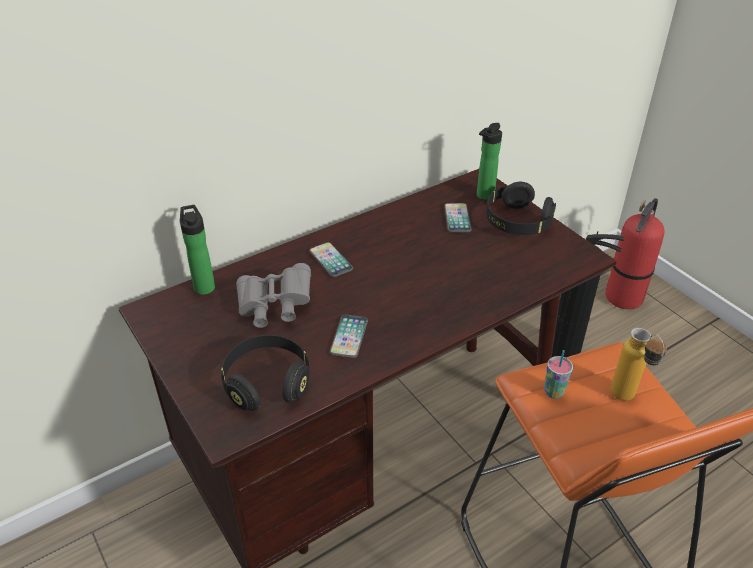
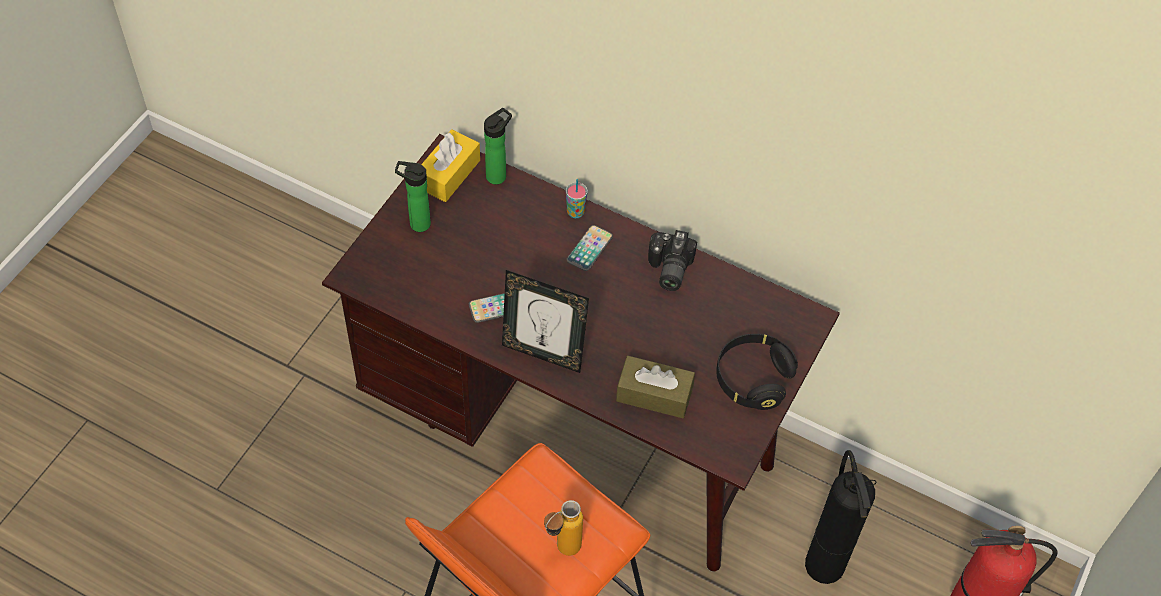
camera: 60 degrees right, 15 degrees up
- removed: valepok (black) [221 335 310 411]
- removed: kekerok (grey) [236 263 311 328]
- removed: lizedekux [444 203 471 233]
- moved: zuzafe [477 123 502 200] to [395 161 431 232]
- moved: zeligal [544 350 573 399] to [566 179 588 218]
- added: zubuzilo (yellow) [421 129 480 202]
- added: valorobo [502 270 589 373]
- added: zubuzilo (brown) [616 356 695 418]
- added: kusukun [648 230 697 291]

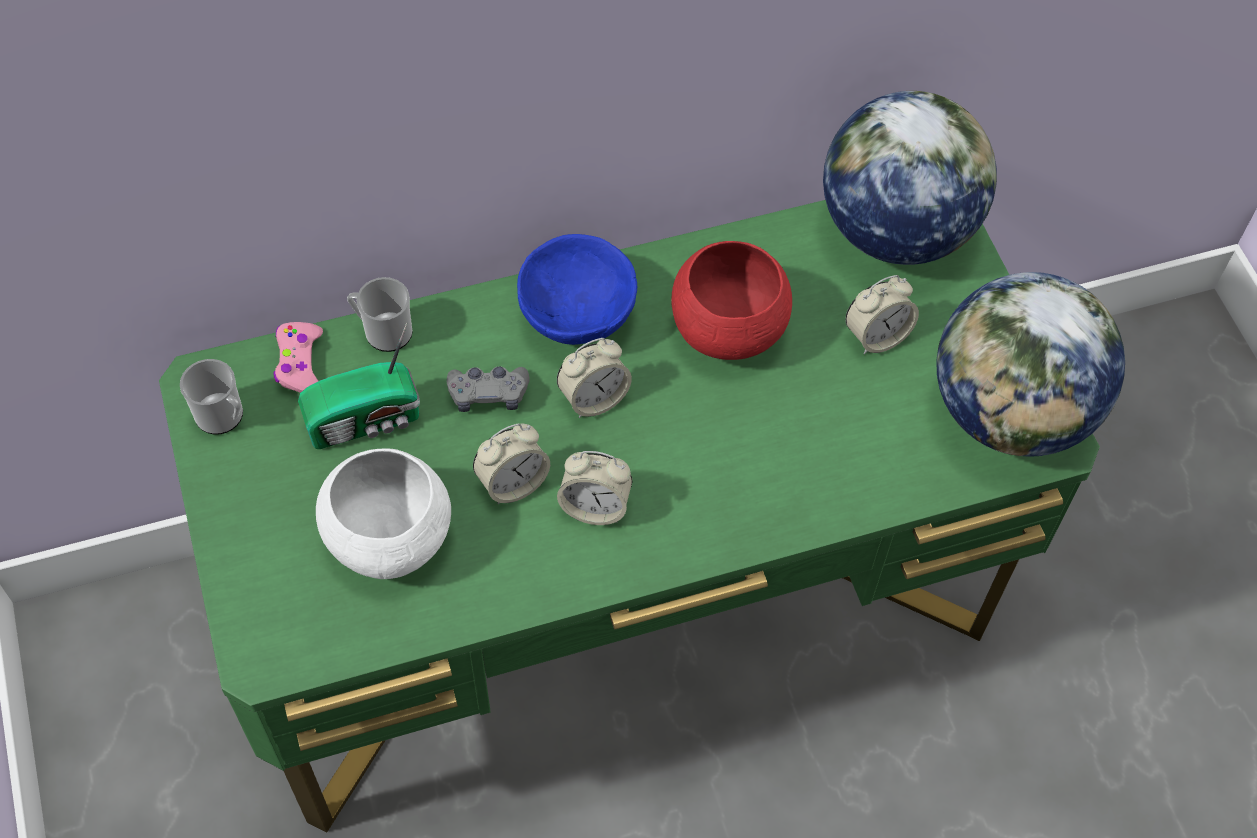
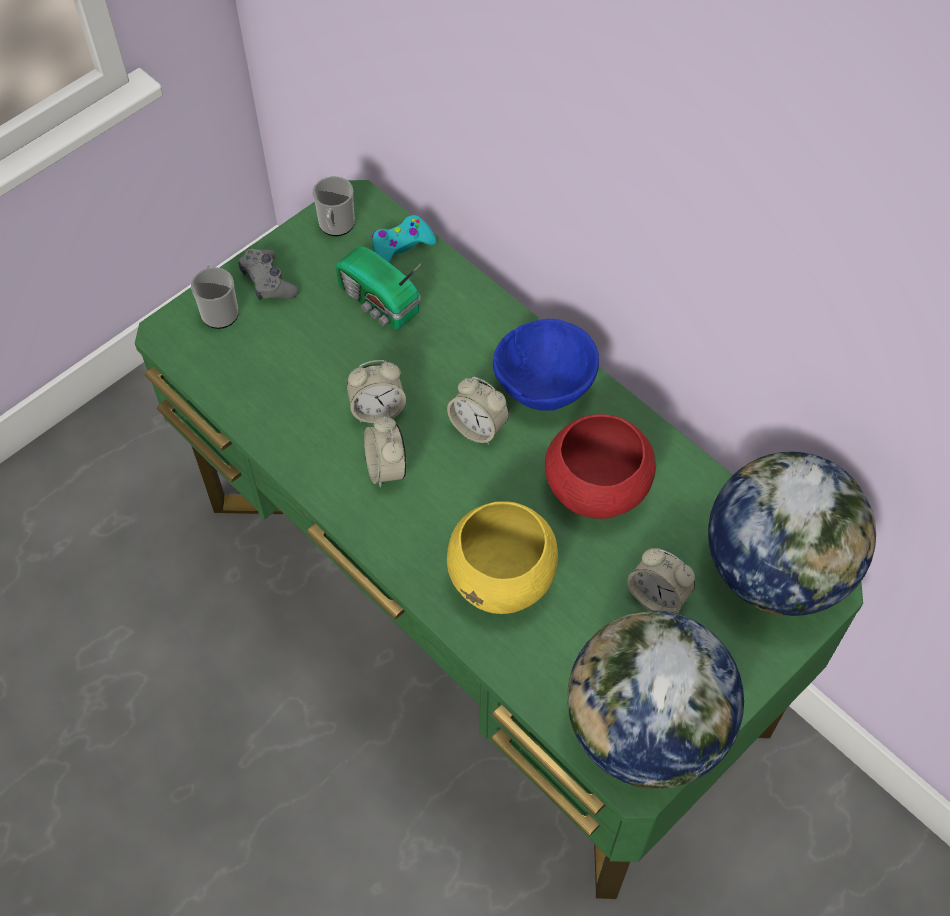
camera: 65 degrees right, 0 degrees up
- recoloured: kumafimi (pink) [274 322 323 393] to kumafimi (turquoise) [372 215 436 263]
- removed: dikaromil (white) [316 449 451 579]
- moved: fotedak [347 277 413 352] to [191 264 239 329]
- moved: kumafimi (grey) [447 366 529 412] to [238 249 299 300]
- turned: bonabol [473 424 550 504] = [347 360 406 423] 45 degrees counterclockwise
- added: dikaromil (yellow) [447 501 558 614]

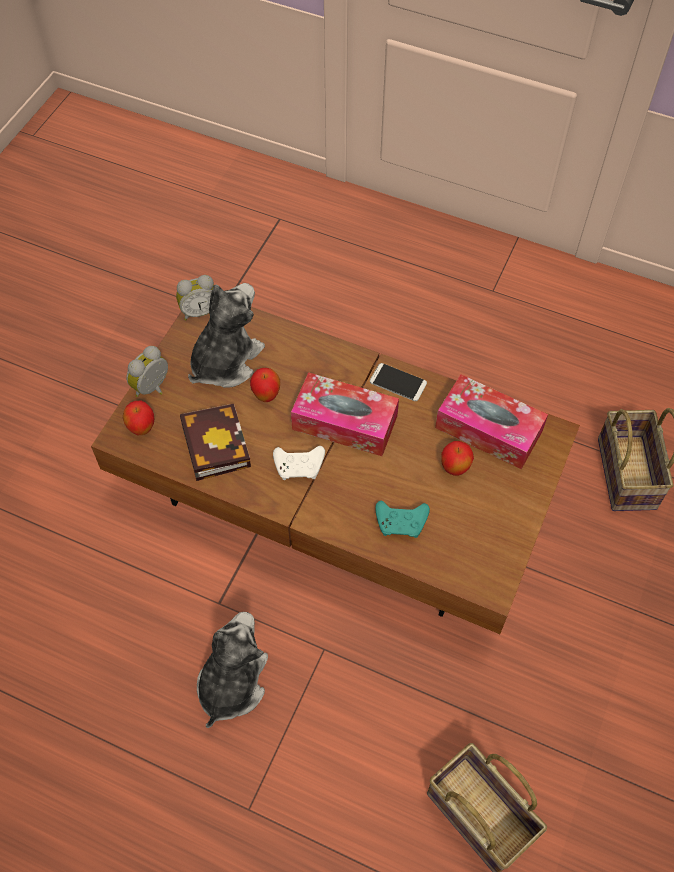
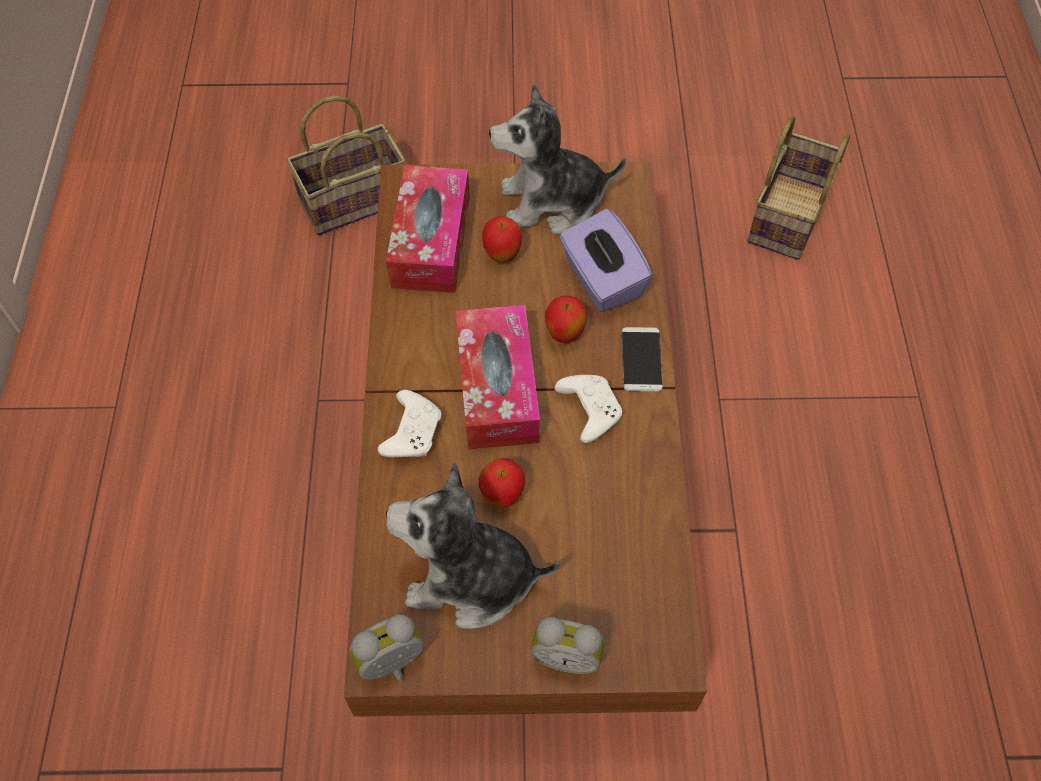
camera: 115 degrees left, 0 degrees up
- moved: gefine [123 401 154 435] to [545 296 587 343]
- turned: bonabol [176 275 214 321] = [349 614 424 683] 75 degrees counterclockwise
- removed: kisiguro [180 404 251 481]
- moved: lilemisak [197 612 268 728] to [489 84 626 235]
- moved: lizedekux [370 363 427 401] to [622 327 663 392]
- replaced: kumafimi (turquoise) [375 501 430 538] to zubuzilo (purple) [560 208 653 312]
- added: kumafimi (white) [378 390 441 458]

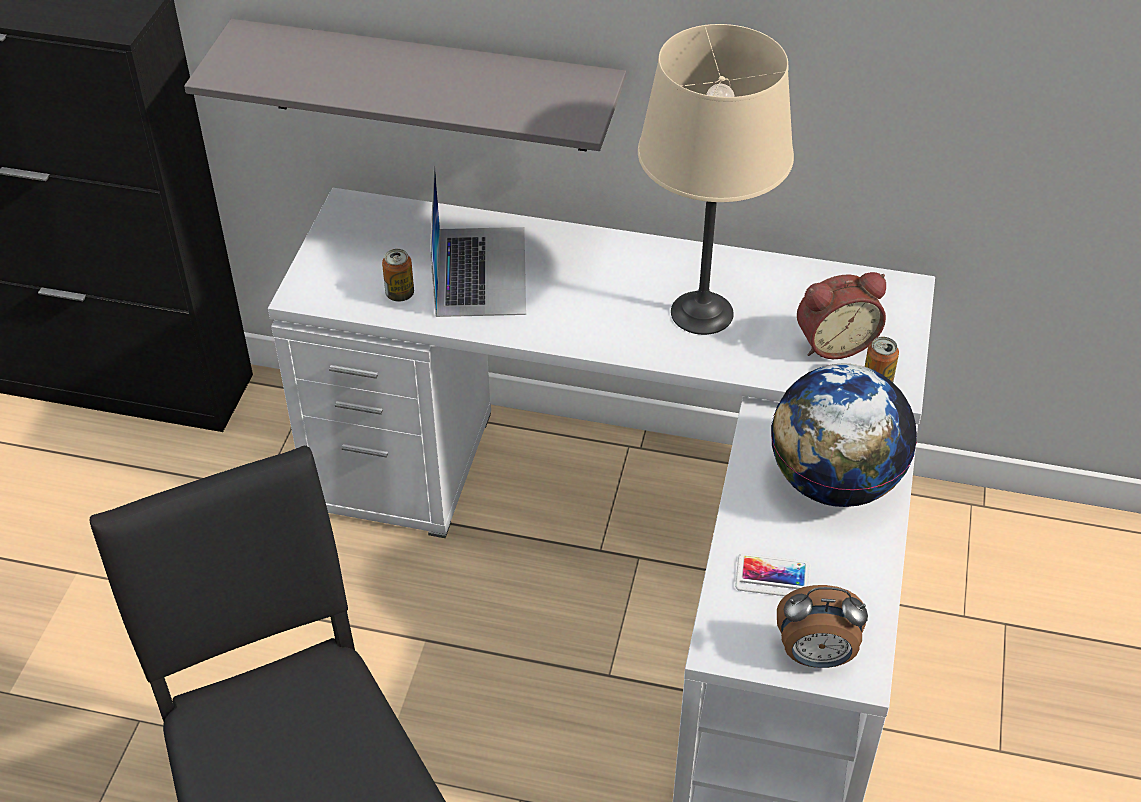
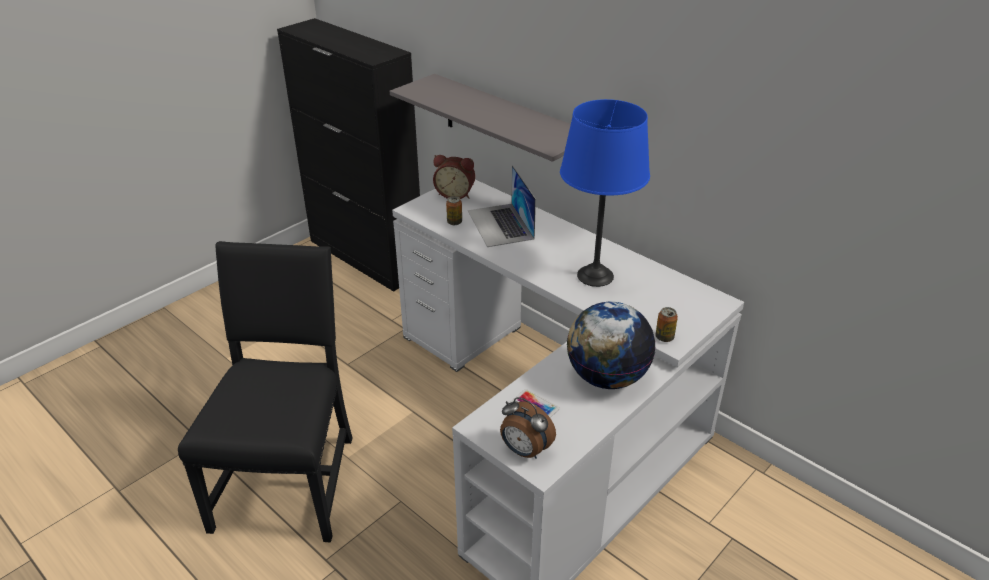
camera: 30 degrees right, 10 degrees down
- turned: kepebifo [430 165 526 317] = [468 165 536 247] 135 degrees clockwise
- recoloured: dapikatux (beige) [638 24 794 335] to dapikatux (blue) [560 99 650 287]
- moved: bonabol [797 272 886 359] to [433 155 475 199]

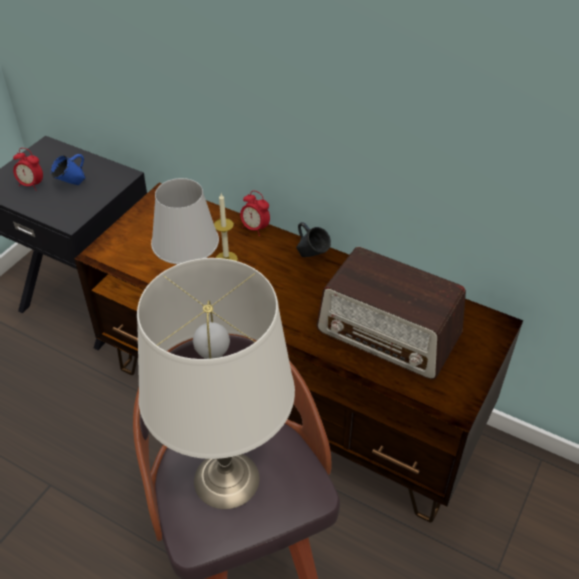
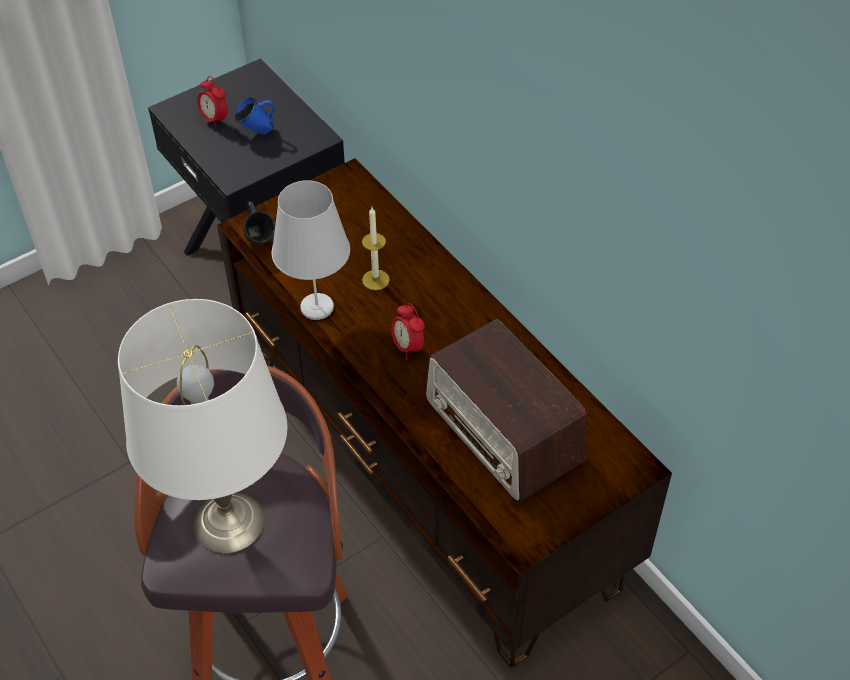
camera: 25 degrees right, 5 degrees up
- moved: bonabol [240 191 270 236] to [391 303 425 360]
- moved: fotedak (blue) [296 222 331 257] to [243 201 275 243]

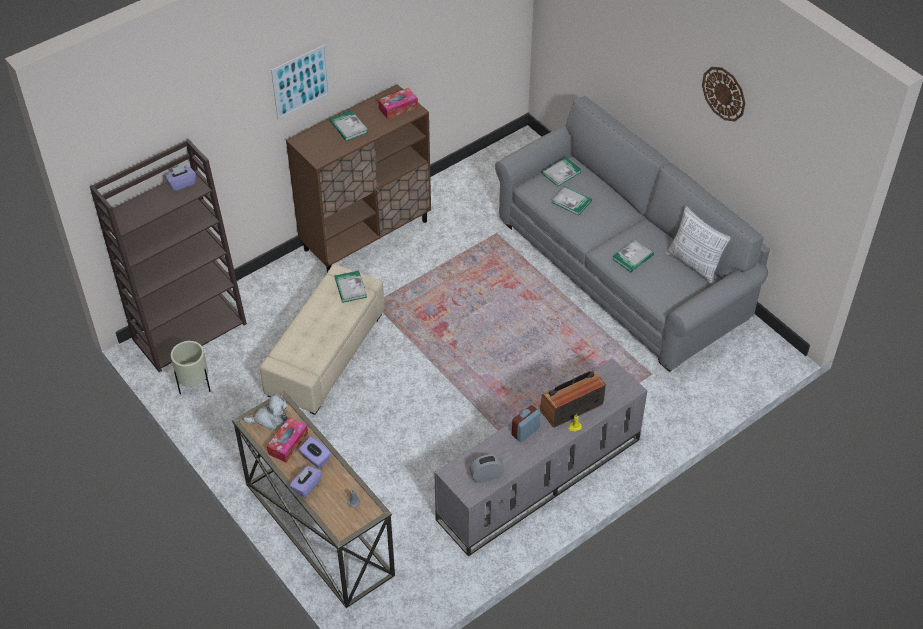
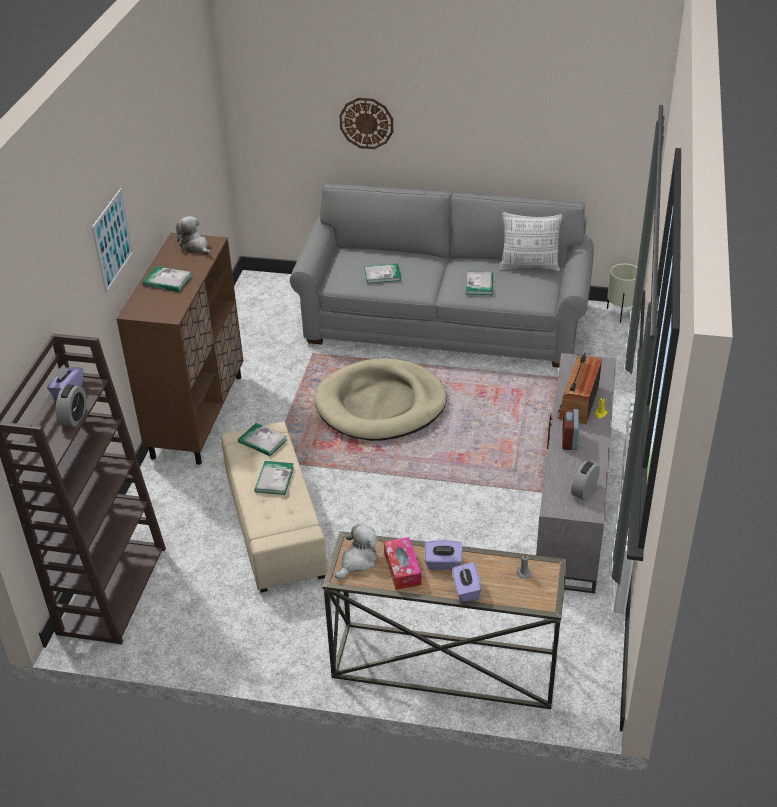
camera: 40 degrees left, 10 degrees down
- moved: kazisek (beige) [171 341 211 394] to [607 263 637 323]
- replaced: zubuzilo [378 88 418 119] to lilemisak [176 216 211 256]
- moved: kisiguro [542 157 582 187] to [255 461 294 495]
- moved: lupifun [702 67 745 121] to [339 98 393 149]
- added: bonabol [56 384 87 427]
- added: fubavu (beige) [315 358 447 441]

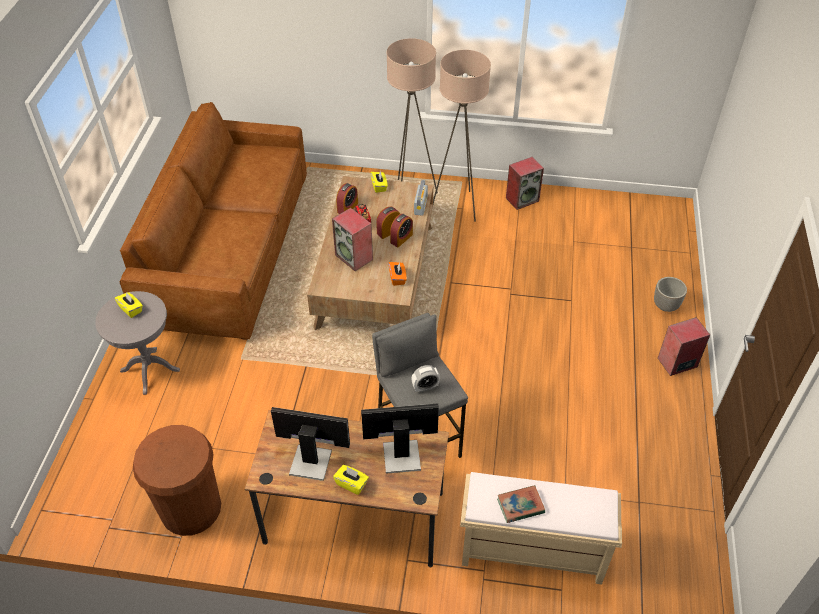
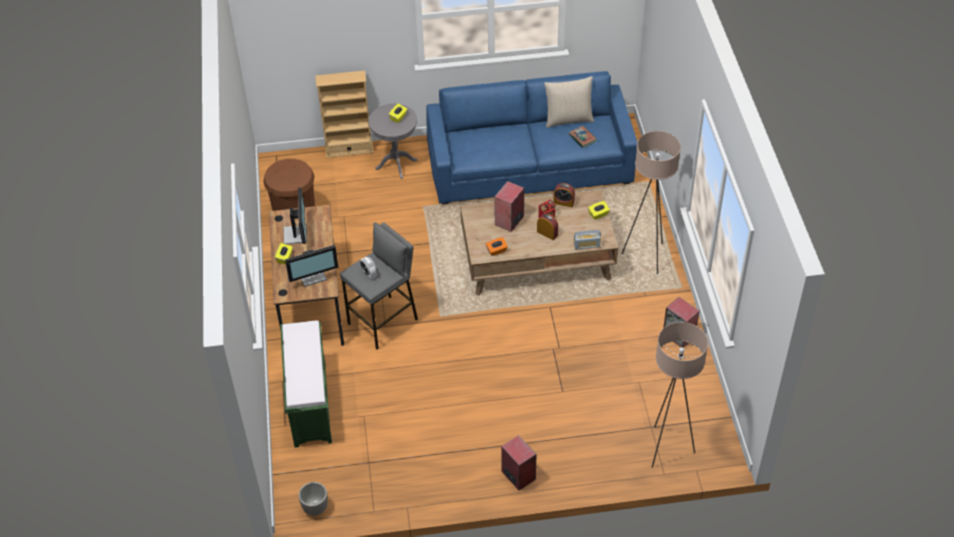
camera: 75 degrees right, 0 degrees up
- recoloured: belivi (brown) [120 102 307 340] to belivi (blue) [426 71 637 204]
- turned: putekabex [361 403 439 474] = [285 245 338 287] 90 degrees clockwise
- removed: bonabol [390 214 413 247]
- moved: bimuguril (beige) [433 50 491 222] to [652 322 708 468]
- recoloured: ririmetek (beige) [460 472 622 584] to ririmetek (green) [280 320 332 448]
- moved: kisiguro [497 485 545 523] to [569 126 596 148]
- moved: kazisek [654 277 687 312] to [298 482 328 516]
- added: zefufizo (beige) [315 70 374 158]
- added: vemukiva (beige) [544 76 594 128]

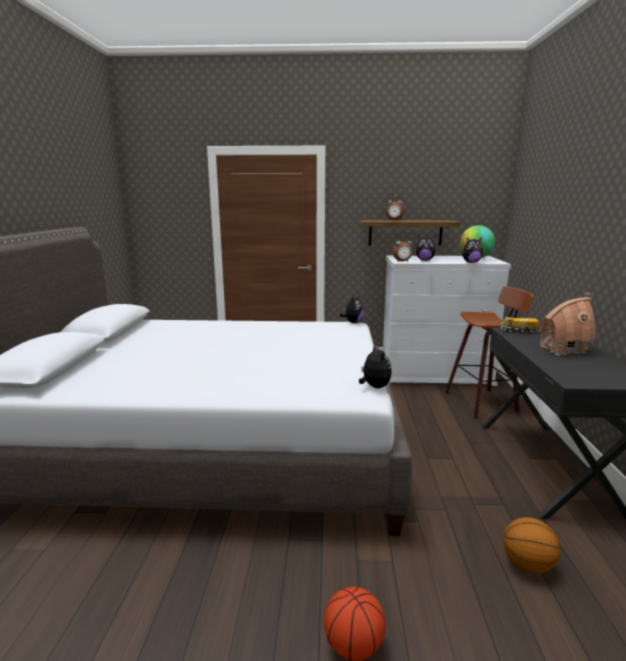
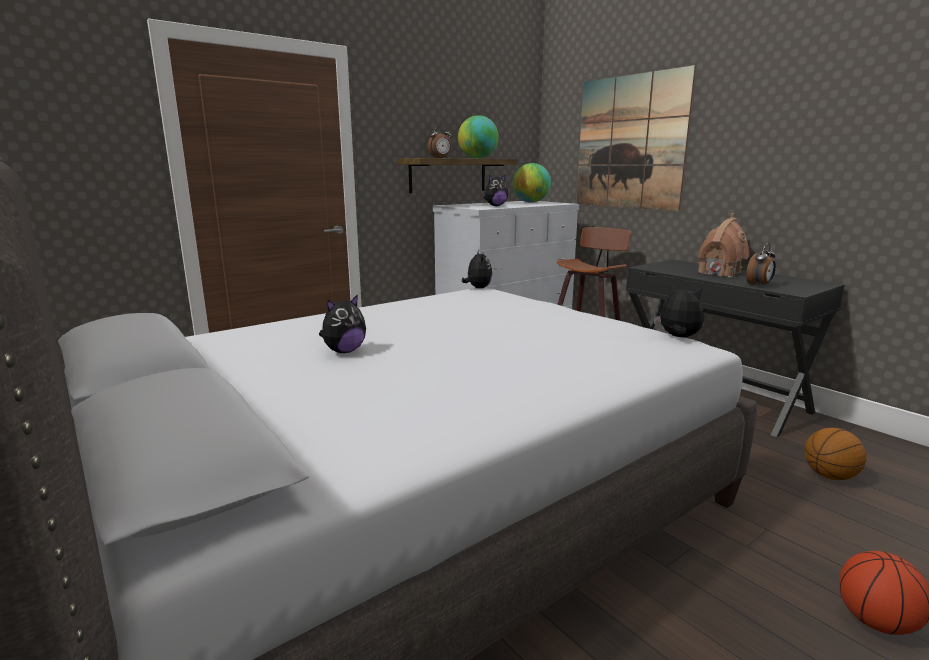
camera: 40 degrees left, 0 degrees up
- moved: bonabol [393 235 413 261] to [746 243 776 287]
- moved: lilemisak [462 237 483 263] to [319 294 366 353]
- removed: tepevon [500 317 538 334]
- added: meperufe [458 115 499 159]
- added: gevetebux [576 65 696 211]

